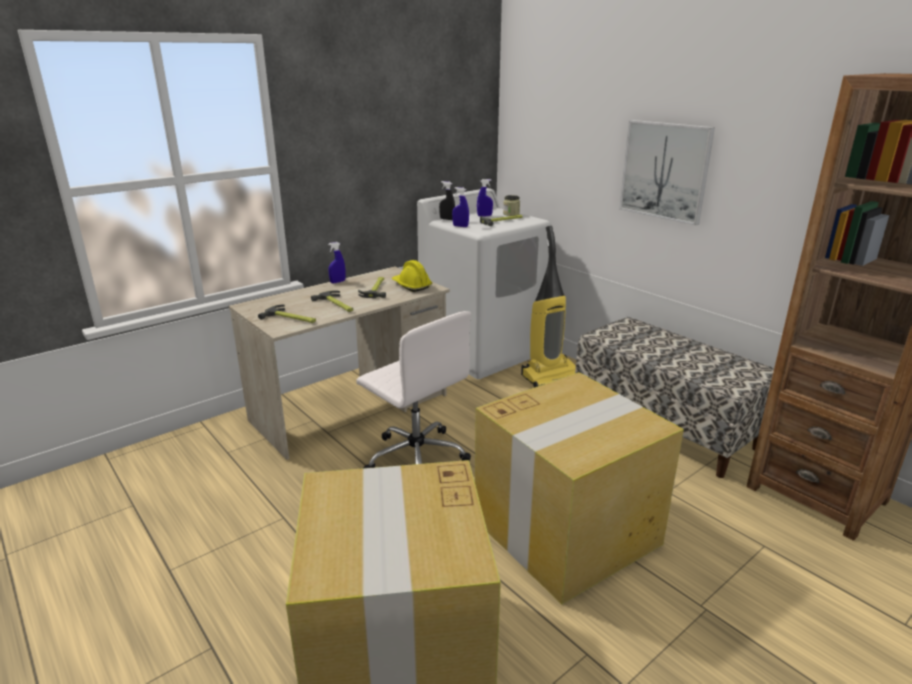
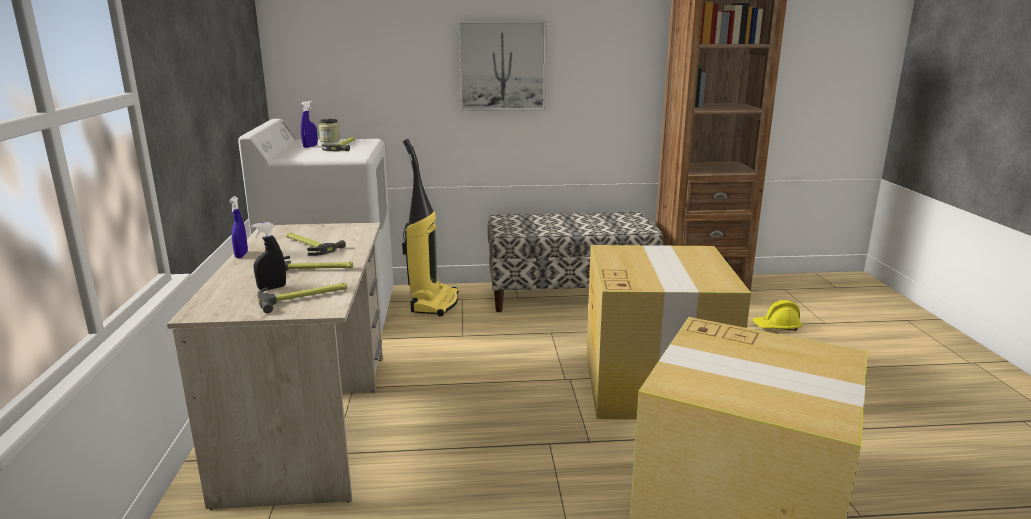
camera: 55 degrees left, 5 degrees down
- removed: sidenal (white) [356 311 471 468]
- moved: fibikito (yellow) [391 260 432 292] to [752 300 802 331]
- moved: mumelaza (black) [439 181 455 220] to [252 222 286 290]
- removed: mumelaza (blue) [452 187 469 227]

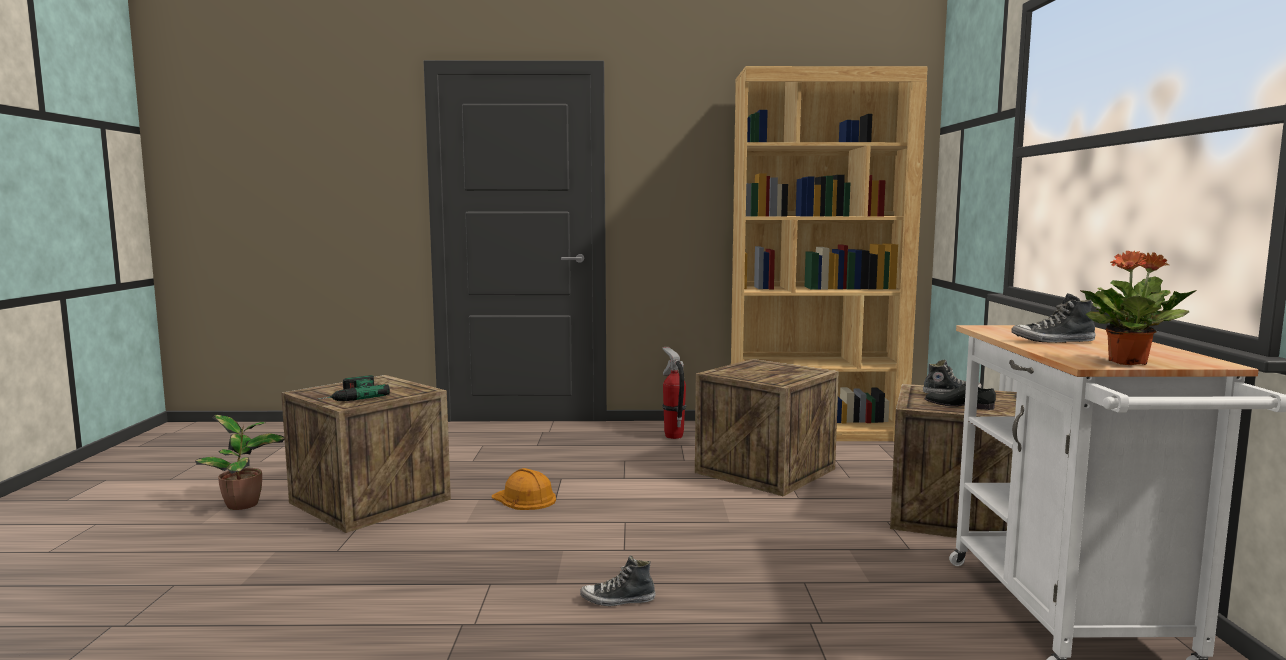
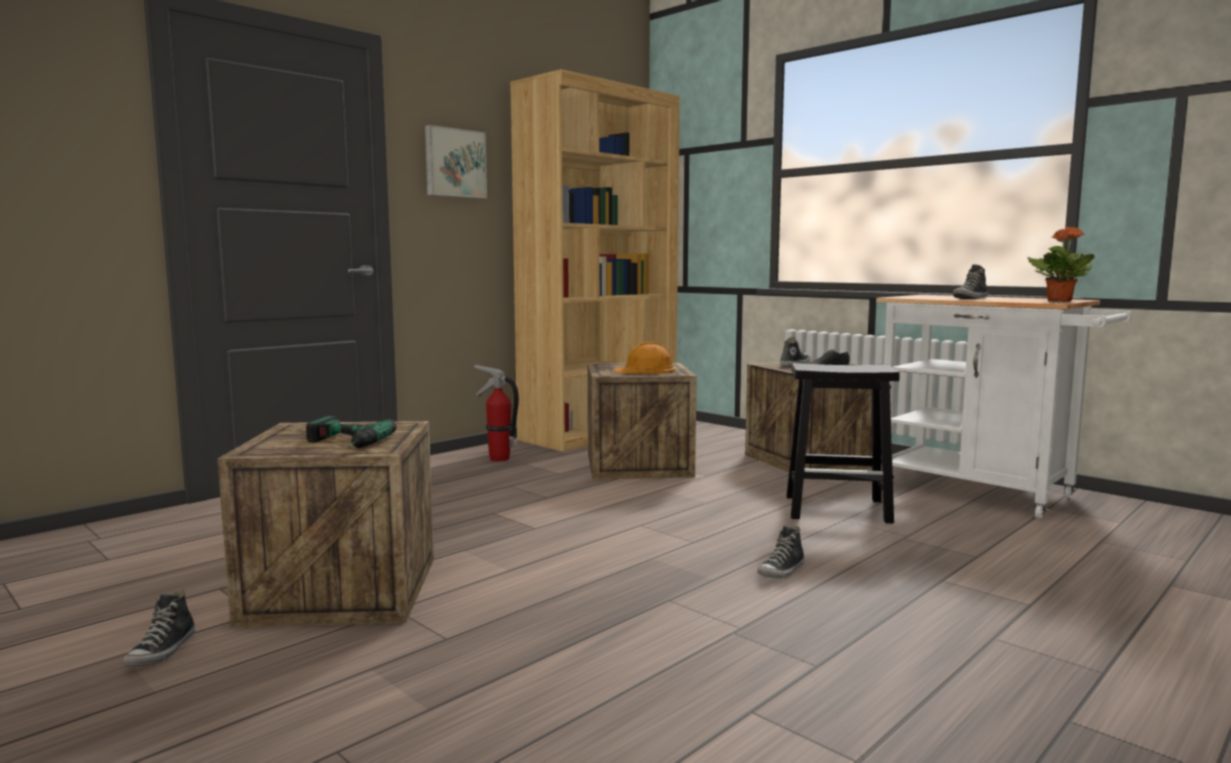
camera: 45 degrees left, 0 degrees up
- replaced: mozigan [195 415 284 510] to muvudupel [123 589 195 666]
- moved: fibikito (orange) [492 468 556 510] to [614 342 675 374]
- added: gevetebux [425 125 487 199]
- added: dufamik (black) [786 363 899 524]

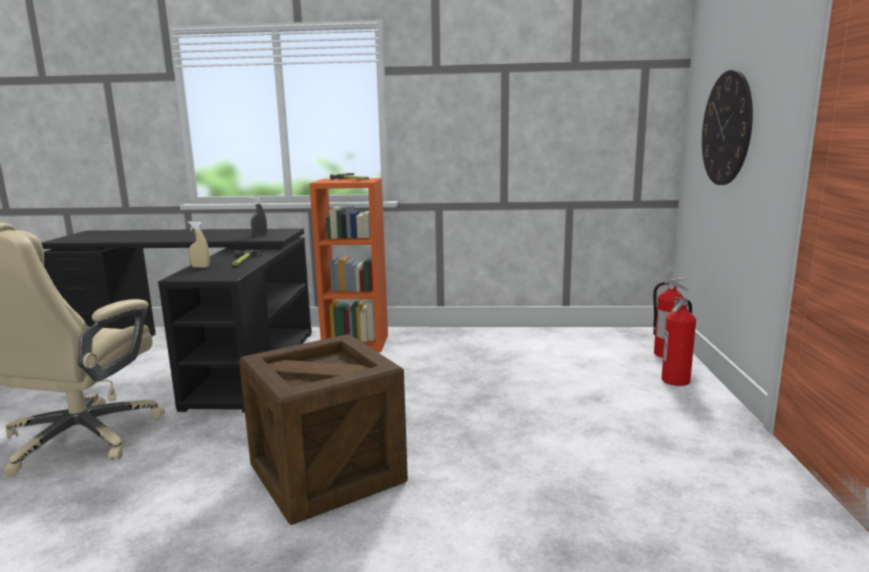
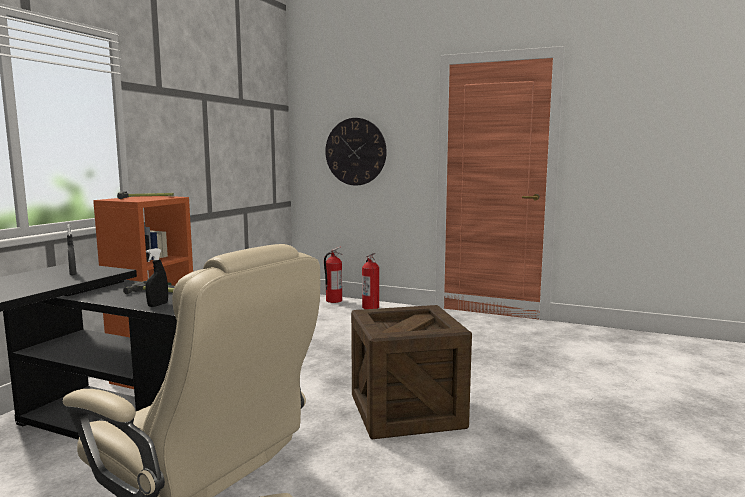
camera: 70 degrees left, 5 degrees down
- recoloured: mumelaza (beige) [188 221 210 268] to mumelaza (black) [145 248 168 307]

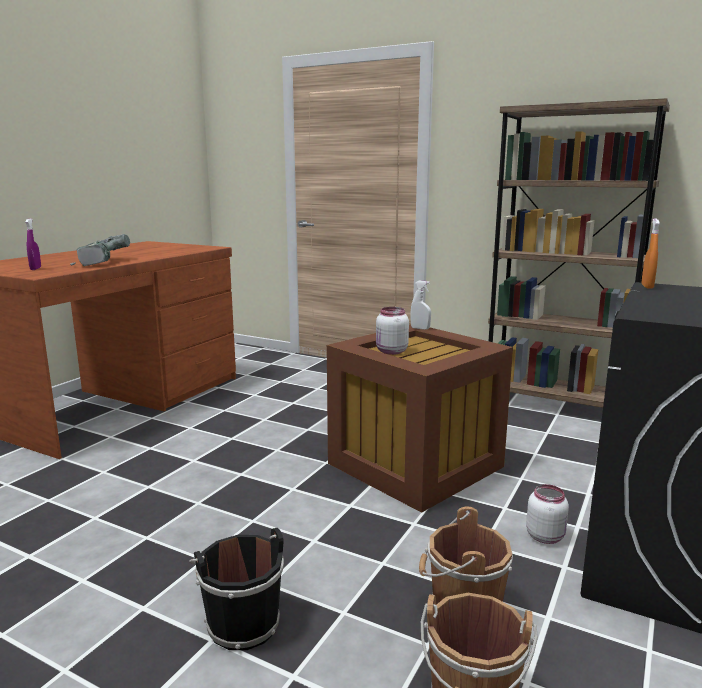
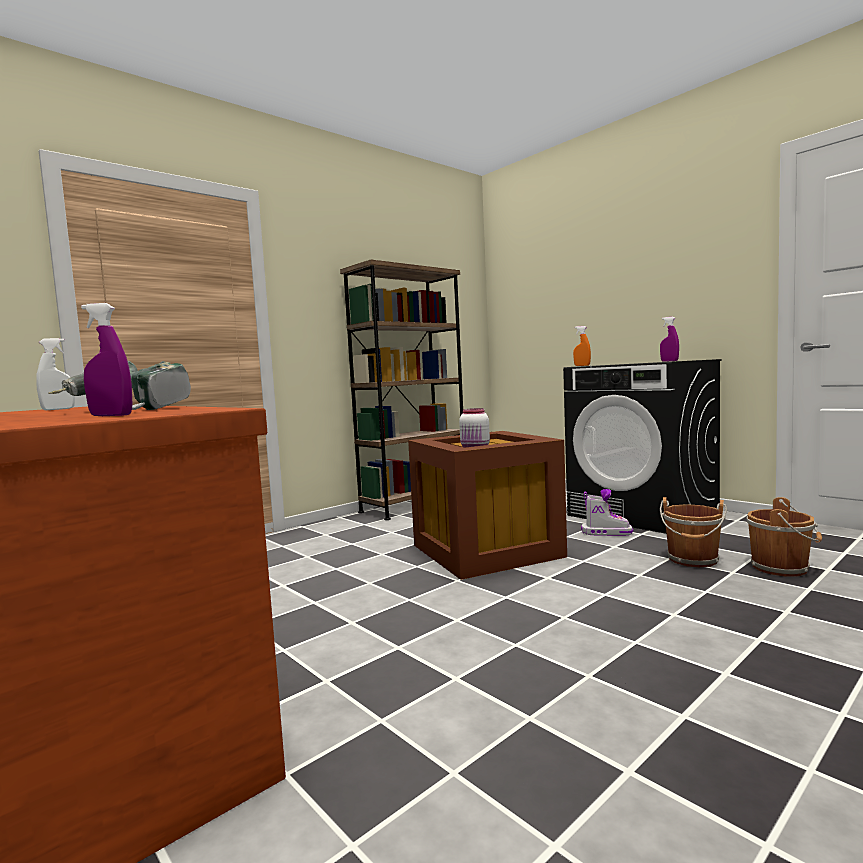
camera: 70 degrees left, 10 degrees down
- removed: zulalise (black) [189 528 284 650]
- moved: mumelaza (white) [410 281 431 330] to [36 338 75 410]
- replaced: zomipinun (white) [526 484 569 544] to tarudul [581 489 633 536]
- added: mumelaza (purple) [660 317 679 362]

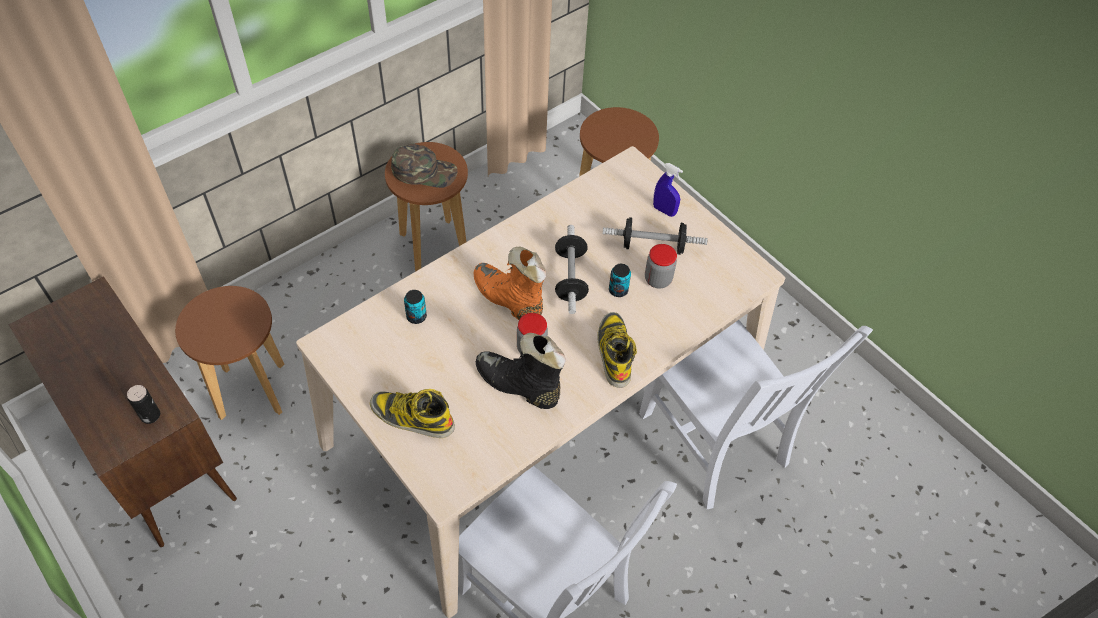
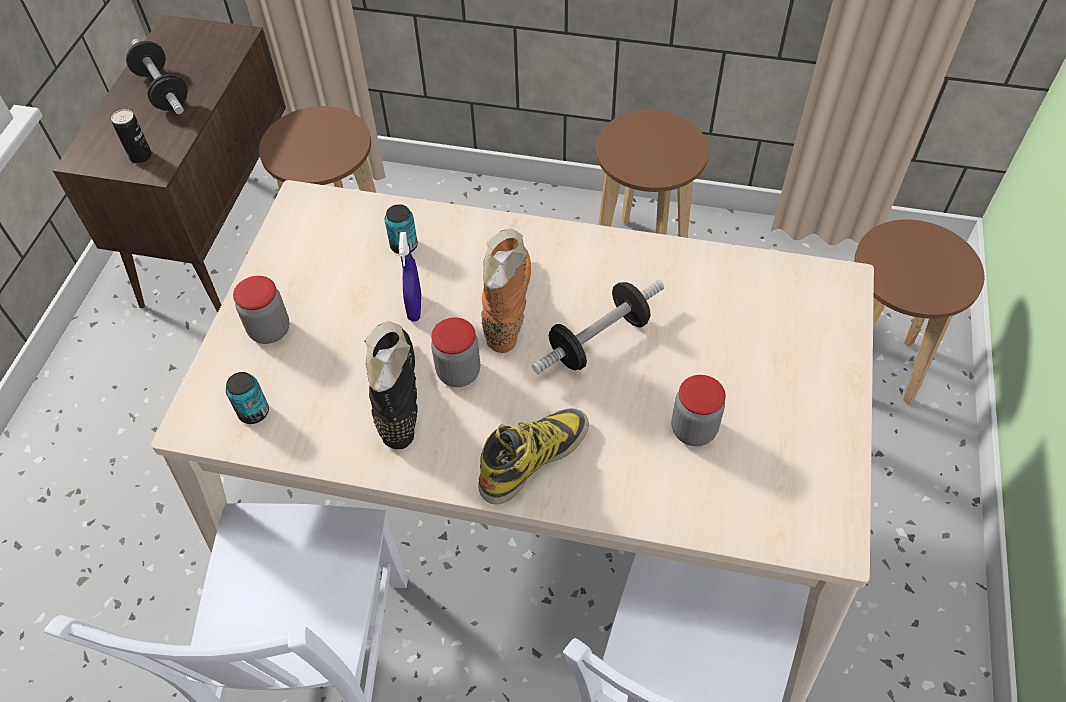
camera: 55 degrees right, 0 degrees up
- replaced: tarudul [370 389 455 438] to zomipinun [233 276 290 344]
- removed: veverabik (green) [391 143 458 188]
- moved: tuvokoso [603 217 708 255] to [126 39 188 114]
- moved: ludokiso [609 264 631 297] to [226 372 269 424]
- moved: mumelaza (blue) [653 163 683 217] to [399 232 421 322]

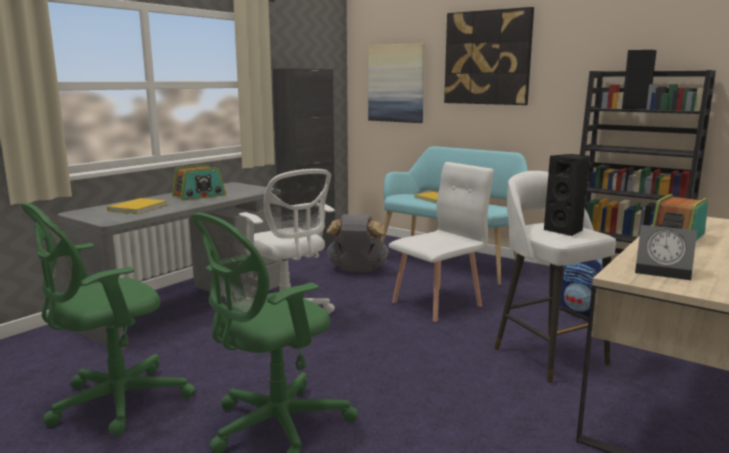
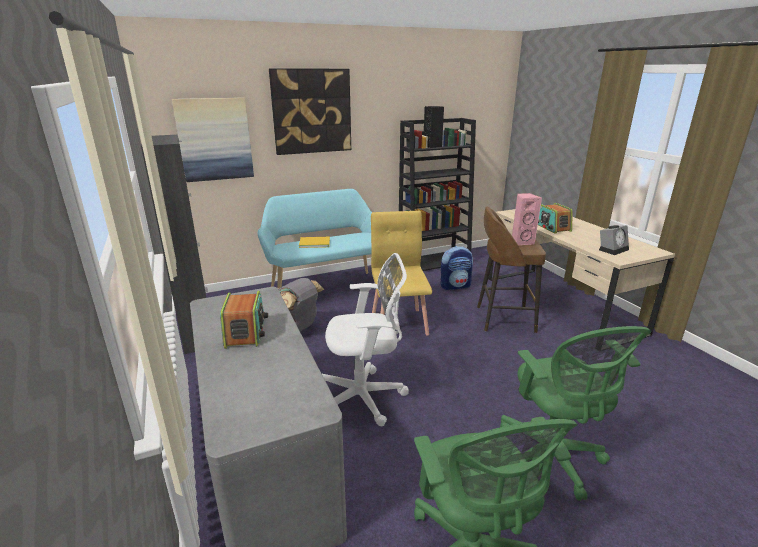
camera: 60 degrees left, 10 degrees up
- removed: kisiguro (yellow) [107 198 167 214]
- recoloured: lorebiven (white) [389 162 494 322] to lorebiven (yellow) [371 211 432 336]
- recoloured: dufamik (white) [494 171 616 383] to dufamik (brown) [477 207 546 333]
- recoloured: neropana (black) [544 154 590 236] to neropana (pink) [512 193 542 245]

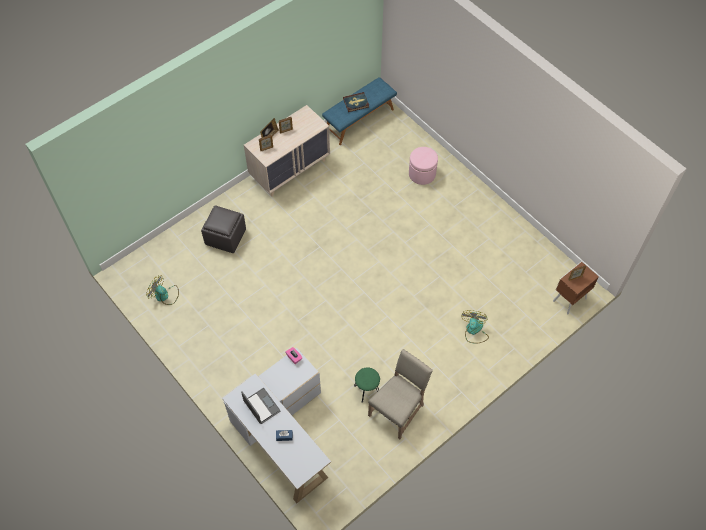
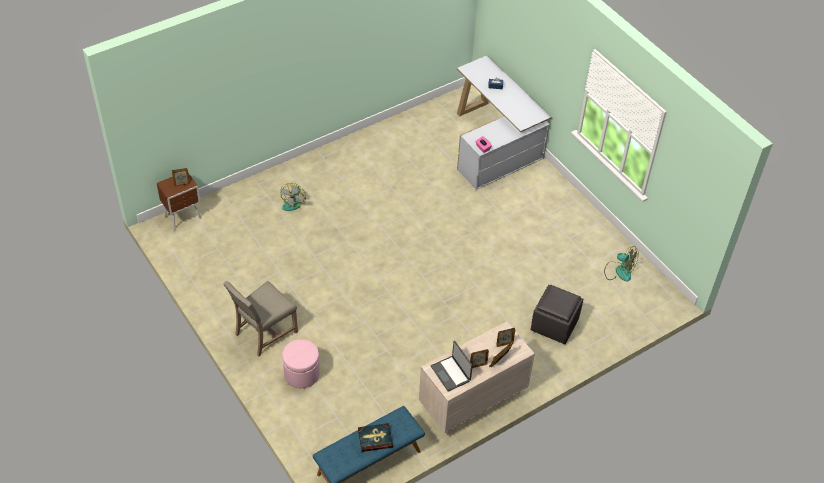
camera: 175 degrees left, 10 degrees down
- moved: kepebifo [241 388 280 424] to [431 341 473 391]
- removed: dufamik (green) [354 368 380 403]
- moved: lorebiven (beige) [368 349 433 439] to [224 281 298 357]

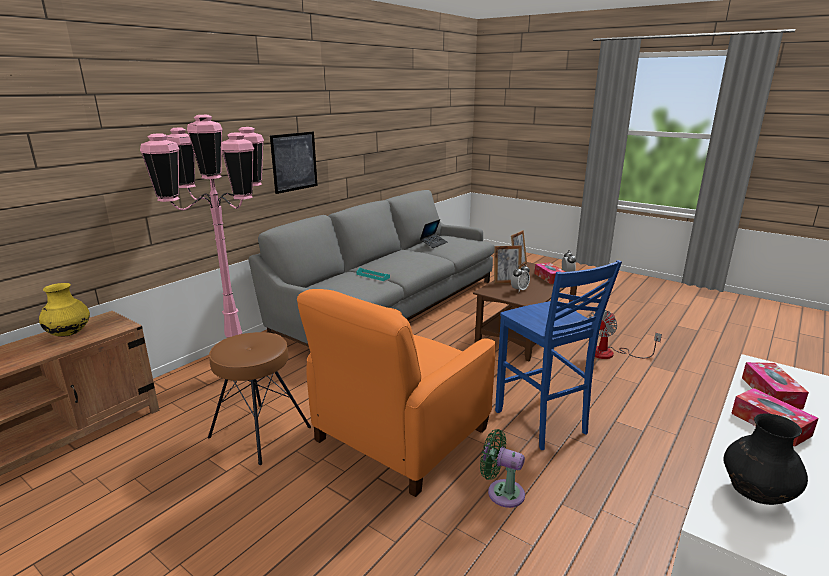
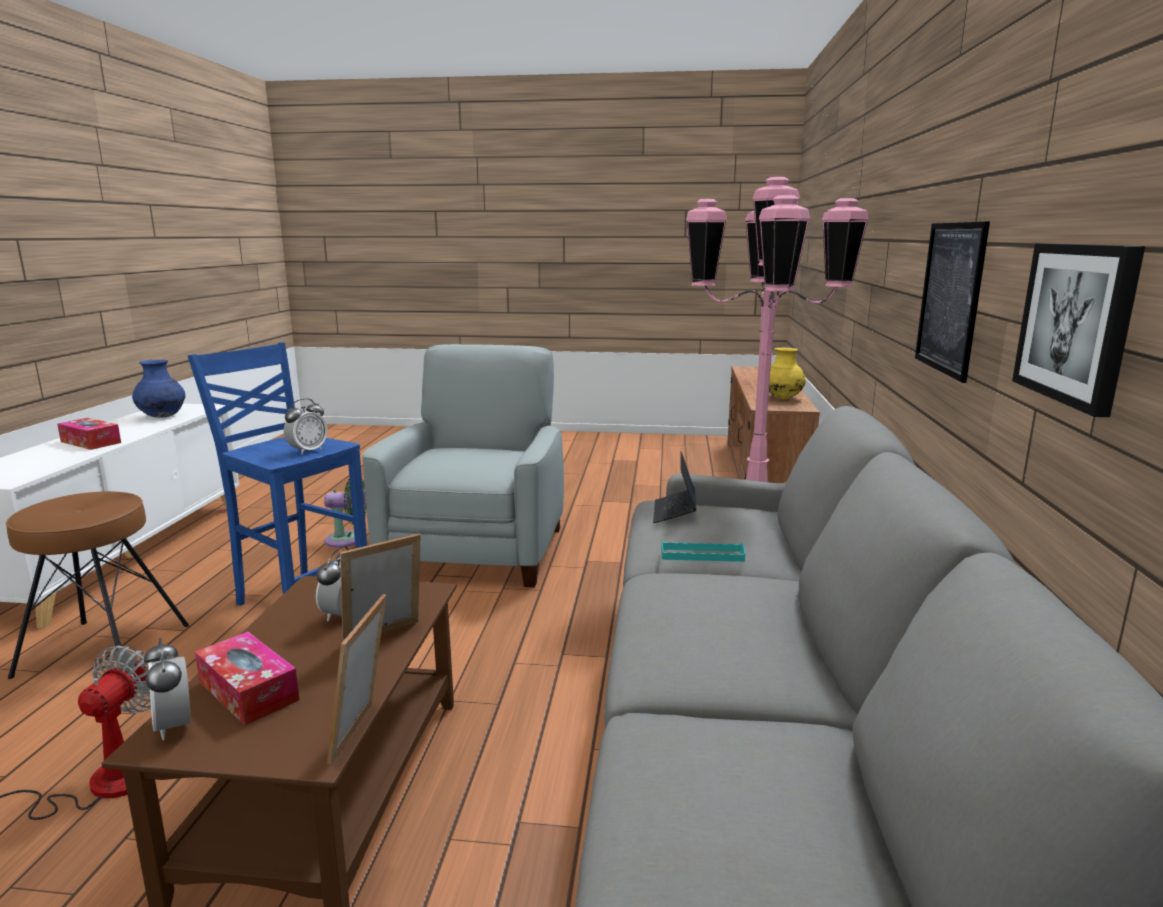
camera: 150 degrees right, 5 degrees down
- moved: dufamik (brown) [208 332 311 465] to [6 491 189 679]
- recoloured: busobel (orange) [297 289 496 497] to busobel (grey) [362 344 564 587]
- moved: kepebifo [420 219 447 248] to [653 451 696 523]
- recoloured: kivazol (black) [723 413 808 505] to kivazol (blue) [132 360 185 418]
- removed: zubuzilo [742 362 809 410]
- added: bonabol [284 398 328 455]
- added: gevetebux [1012 243 1145 417]

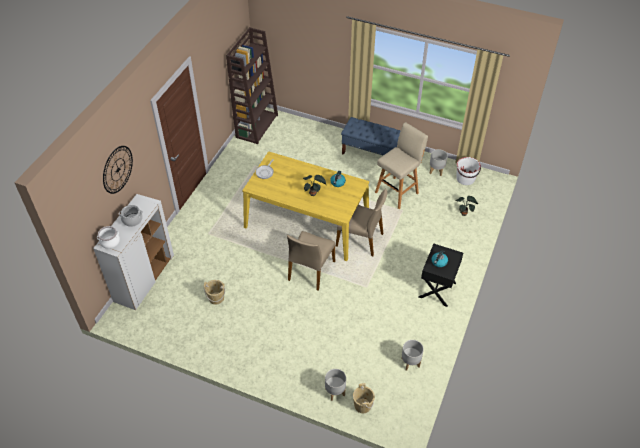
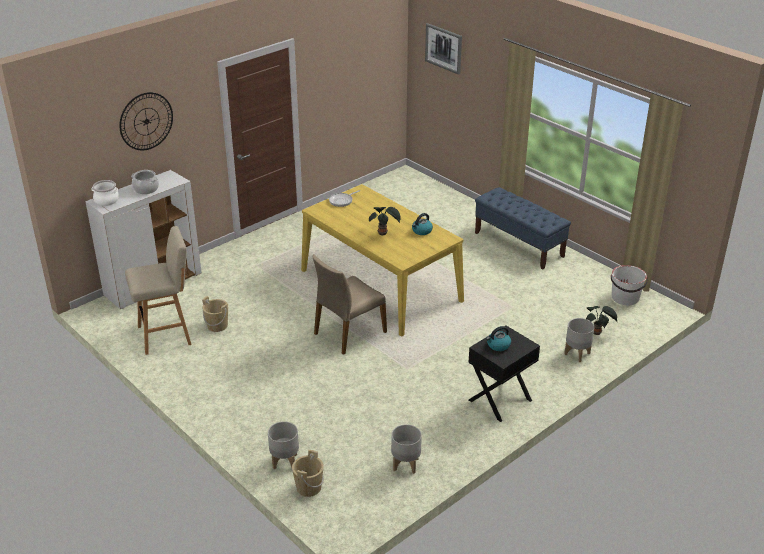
camera: 25 degrees right, 15 degrees down
- removed: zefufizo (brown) [226 27 278 144]
- removed: lorebiven (beige) [336 189 387 256]
- moved: dufamik (beige) [375 122 428 209] to [125 226 192 355]
- moved: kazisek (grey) [430 149 448 176] to [564 318 594 362]
- added: gevetebux [425 23 462 75]

